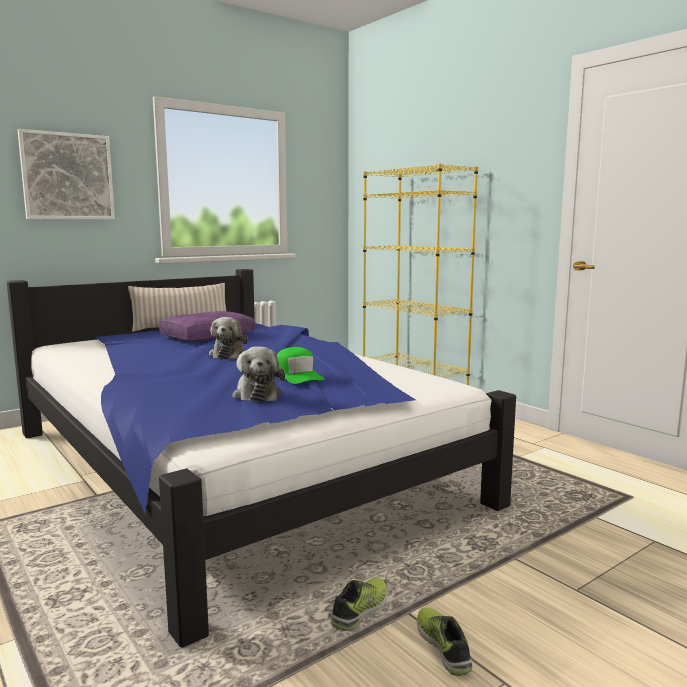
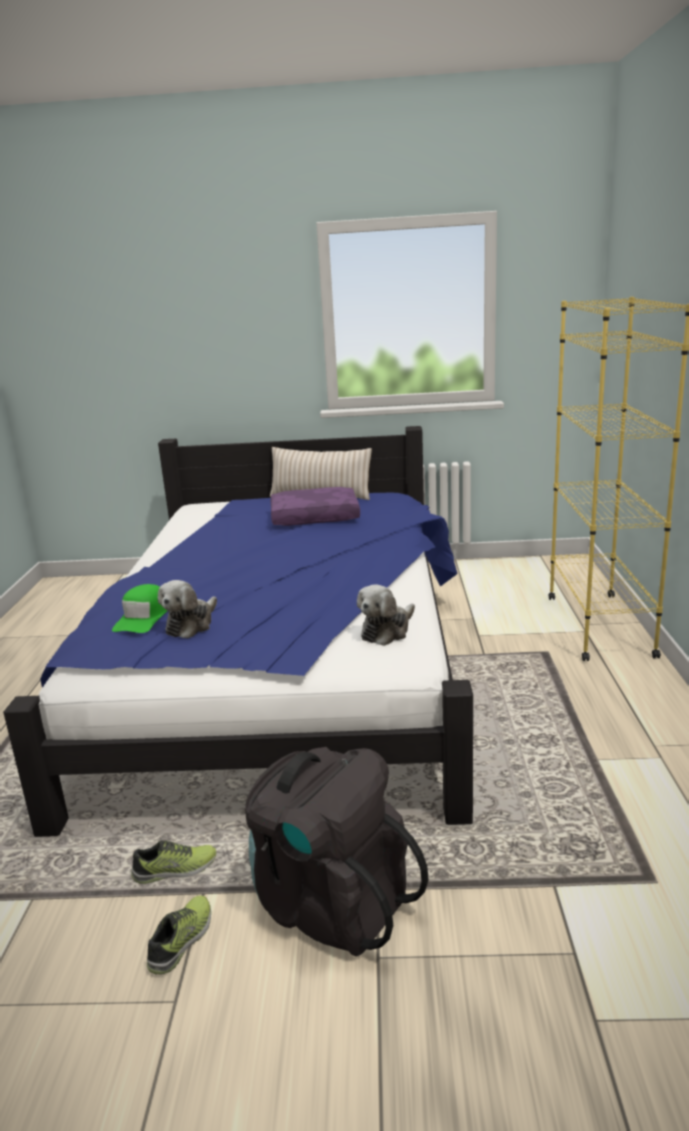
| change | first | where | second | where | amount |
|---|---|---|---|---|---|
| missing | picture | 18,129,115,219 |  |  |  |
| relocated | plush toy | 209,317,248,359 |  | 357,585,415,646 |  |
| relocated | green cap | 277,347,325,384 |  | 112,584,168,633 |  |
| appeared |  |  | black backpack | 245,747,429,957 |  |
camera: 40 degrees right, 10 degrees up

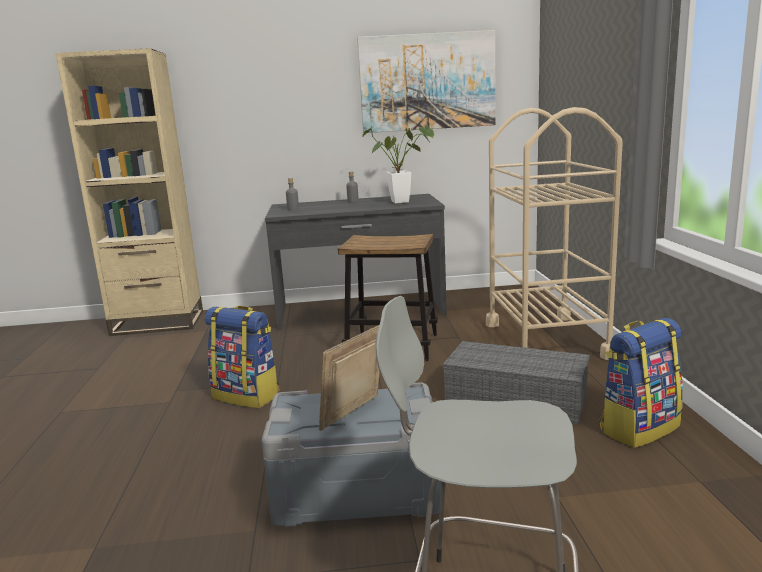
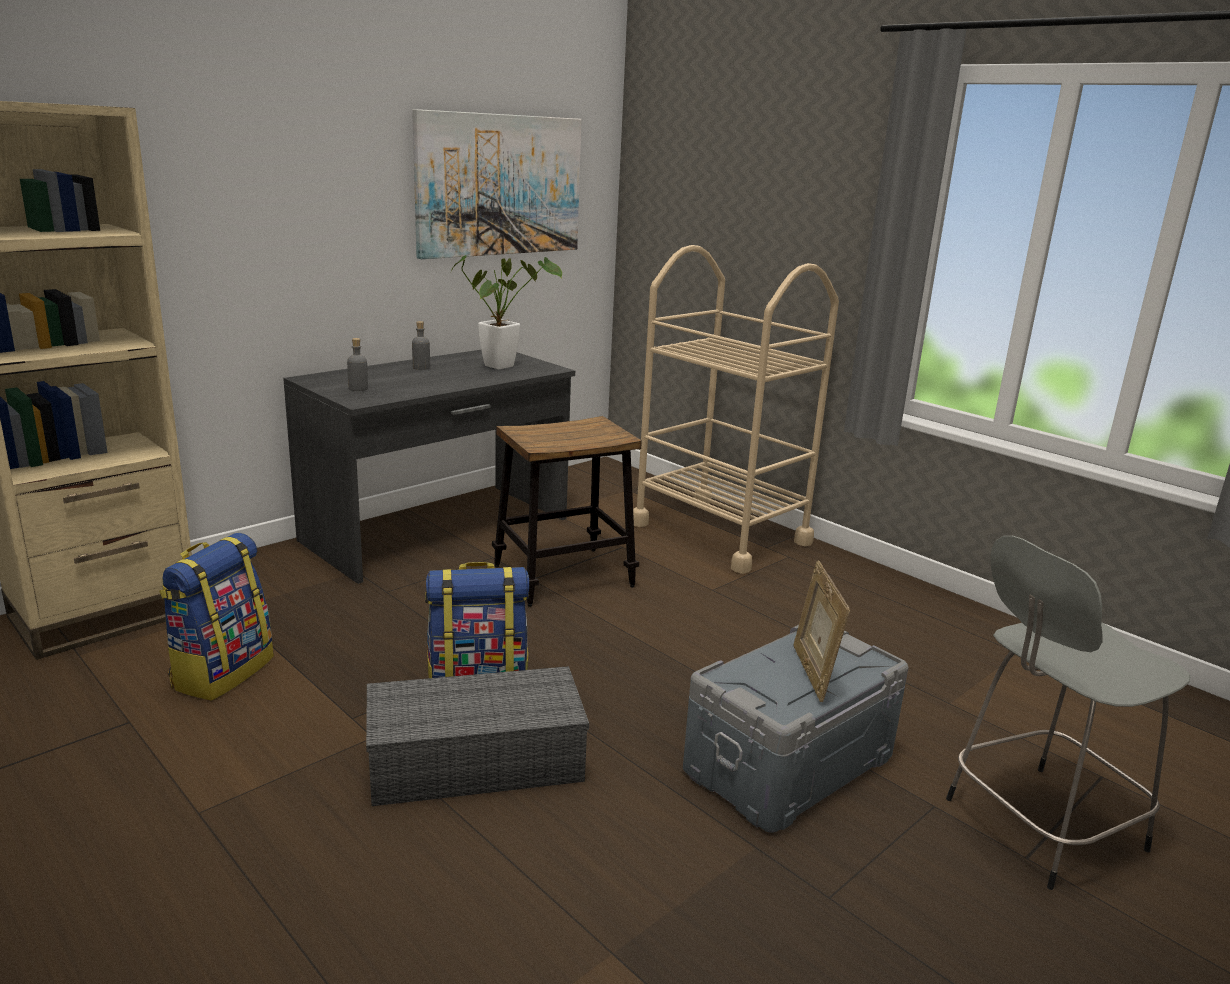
| change | first | where | second | where | amount |
|---|---|---|---|---|---|
| relocated | backpack | 600,318,683,448 |  | 159,533,274,701 |  |
| relocated | grey storage box | 443,341,590,424 |  | 366,666,589,806 |  |
camera: 40 degrees left, 5 degrees up

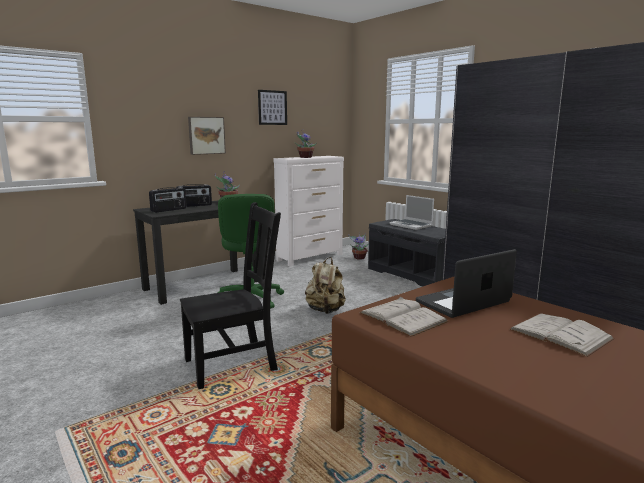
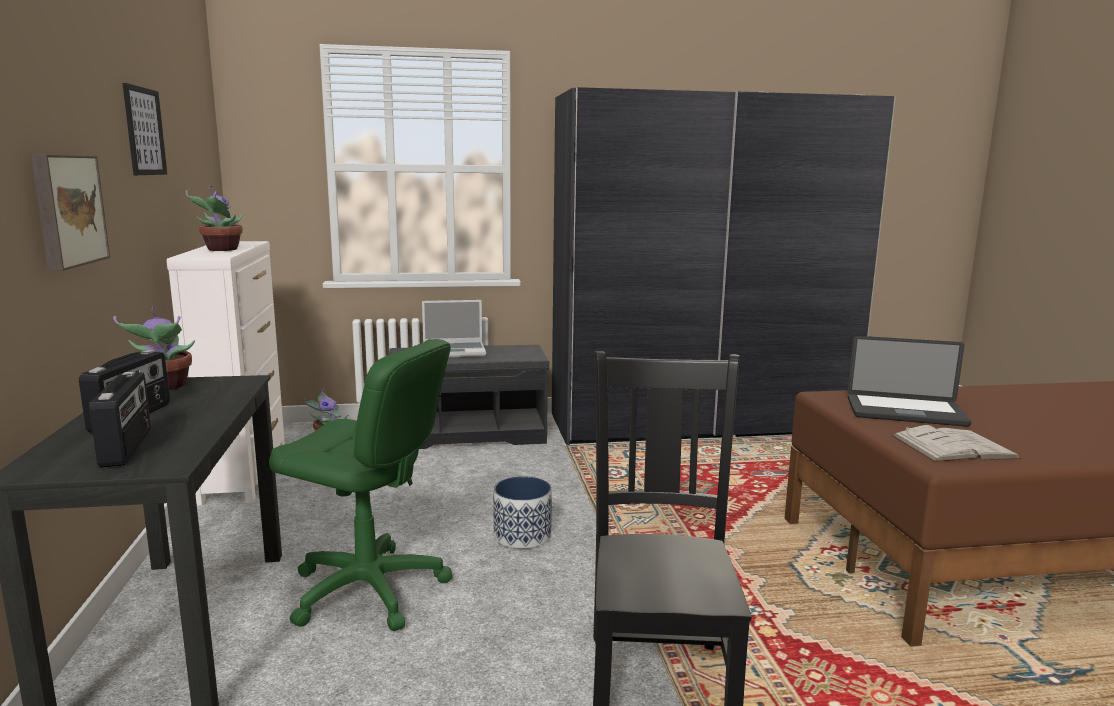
| change | first | where | second | where | amount |
|---|---|---|---|---|---|
| spun | laptop | 416,249,517,318 |  | 848,336,972,427 | 75 degrees counterclockwise |
| exchanged | beige backpack | 305,257,346,314 | planter | 493,476,552,549 |  |
| missing | white book | 510,313,615,357 |  |  |  |
camera: 60 degrees left, 0 degrees up

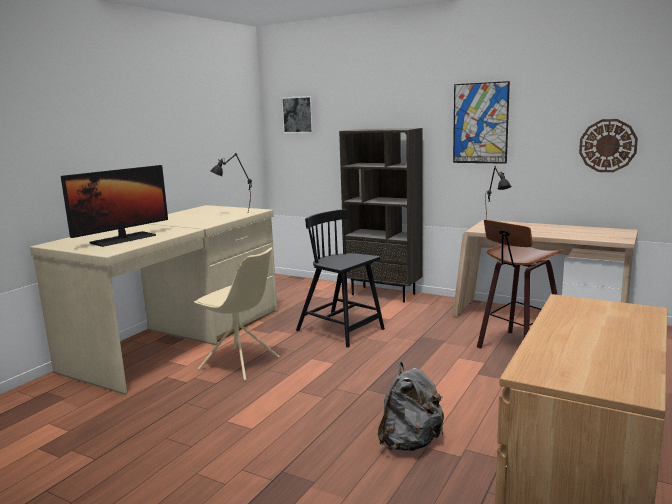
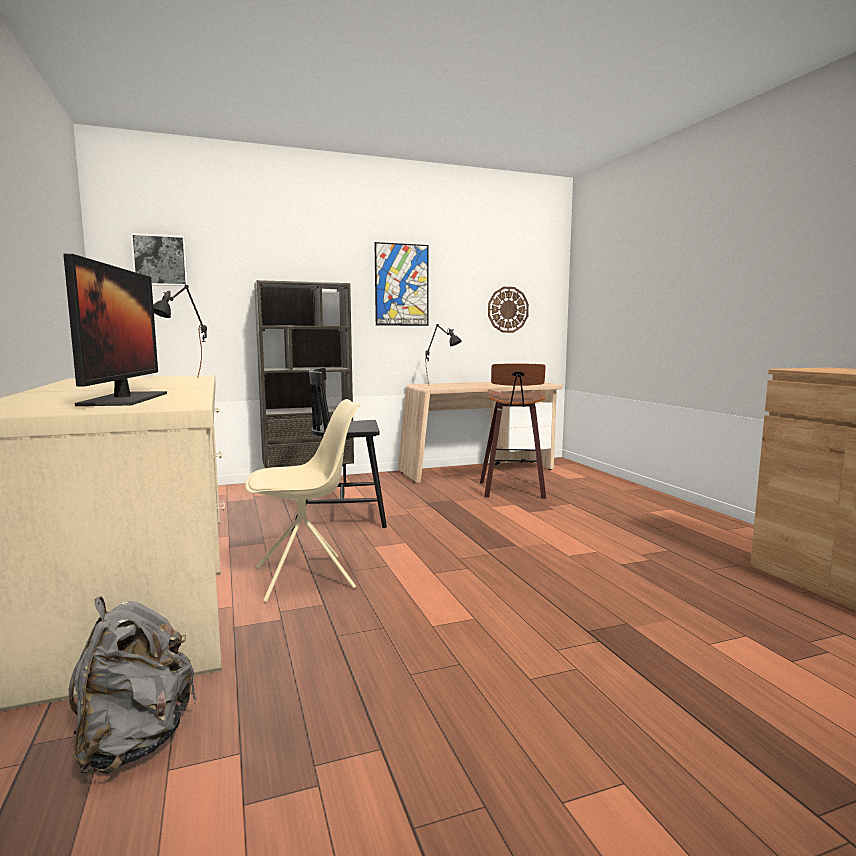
| change | first | where | second | where | amount |
|---|---|---|---|---|---|
| relocated | grey backpack | 378,362,444,451 |  | 69,596,197,774 |  |
camera: 50 degrees left, 5 degrees down

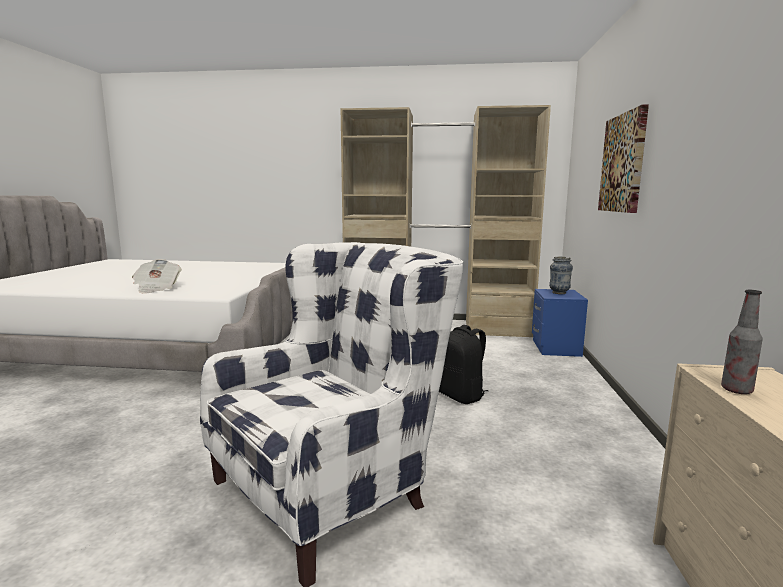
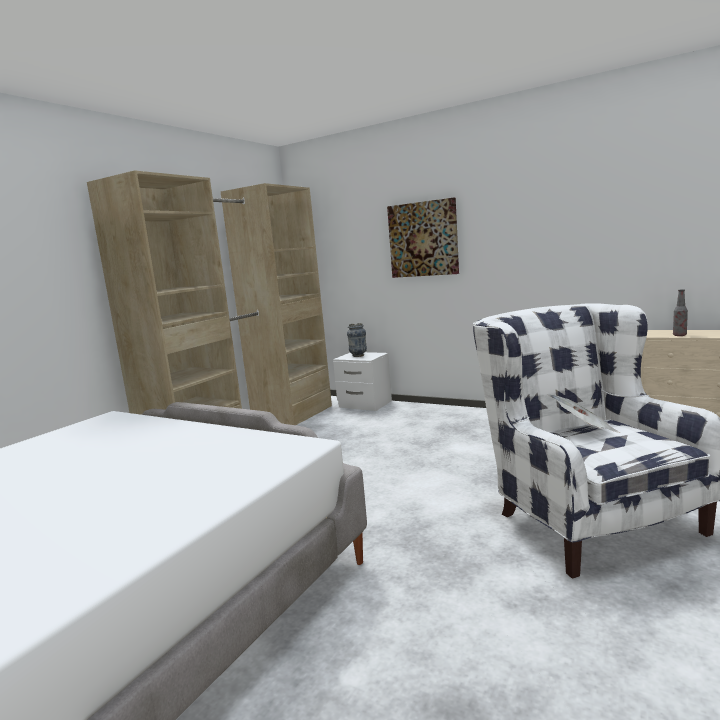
| change | first | where | second | where | amount |
|---|---|---|---|---|---|
| relocated | newspaper | 132,259,182,294 |  | 547,394,621,433 |  |
| colour | blue nightstand | 532,289,588,357 | white nightstand | 333,352,392,411 |  |
| missing | black backpack | 439,325,488,404 |  |  |  |
camera: 65 degrees left, 0 degrees up

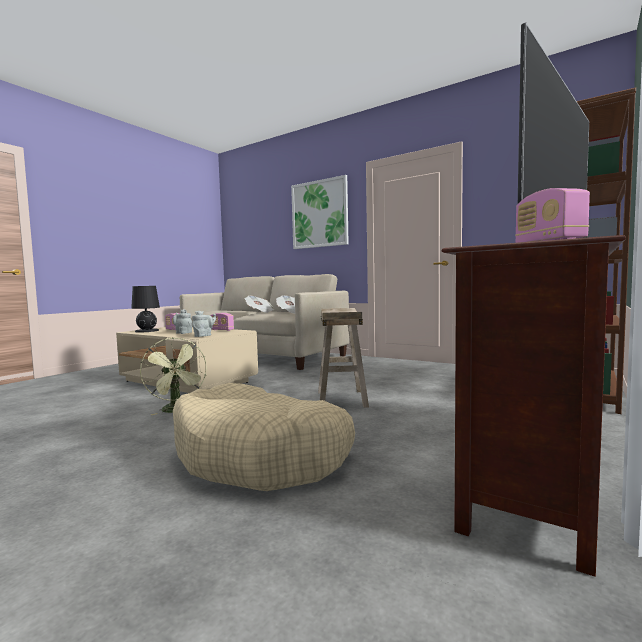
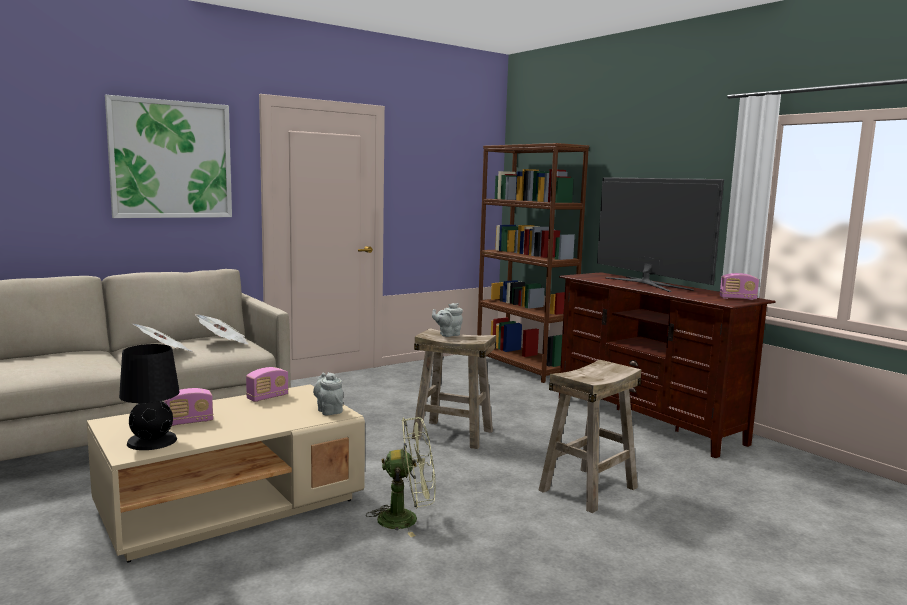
| change | first | where | second | where | amount |
|---|---|---|---|---|---|
| relocated | grey teapot | 173,309,192,334 |  | 432,303,463,337 |  |
| exchanged | beige dog bed | 173,383,355,491 | beige stool | 538,360,641,513 |  |
camera: 70 degrees left, 5 degrees up

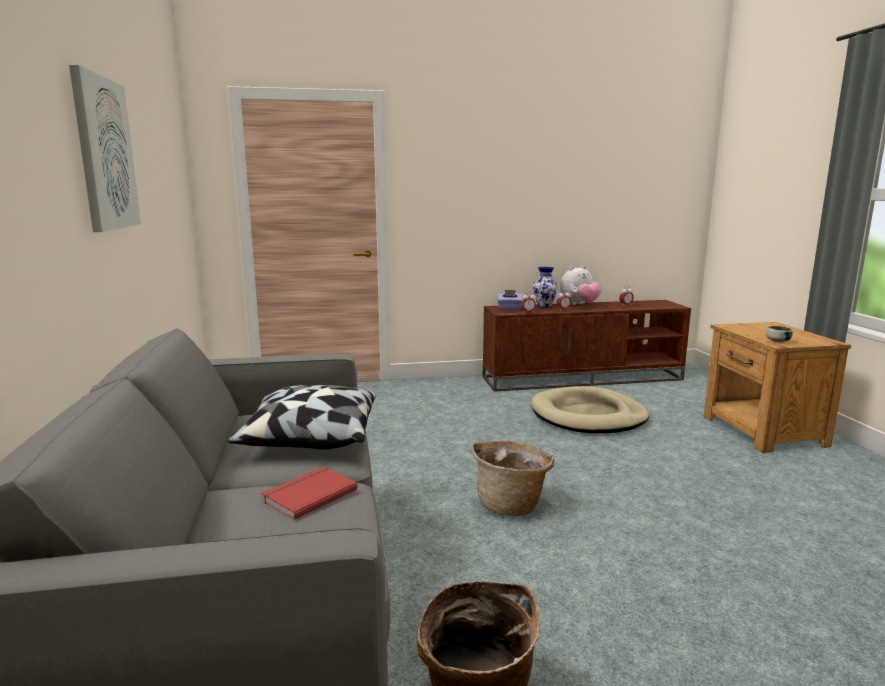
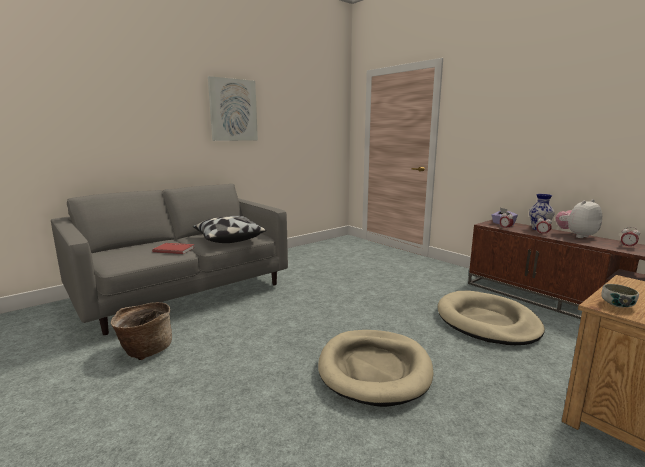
| change | first | where | second | where | amount |
|---|---|---|---|---|---|
| spun | plush toy | 560,266,601,305 |  | 556,199,602,238 | 120 degrees clockwise |
| missing | basket | 471,440,554,516 |  |  |  |
| appeared |  |  | beige dog bed | 318,330,433,407 |  |
camera: 60 degrees right, 0 degrees up

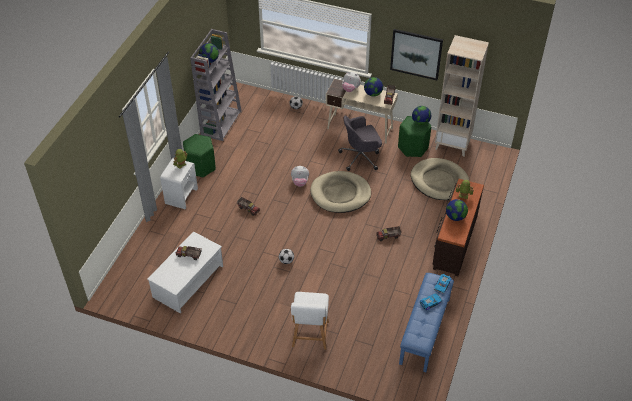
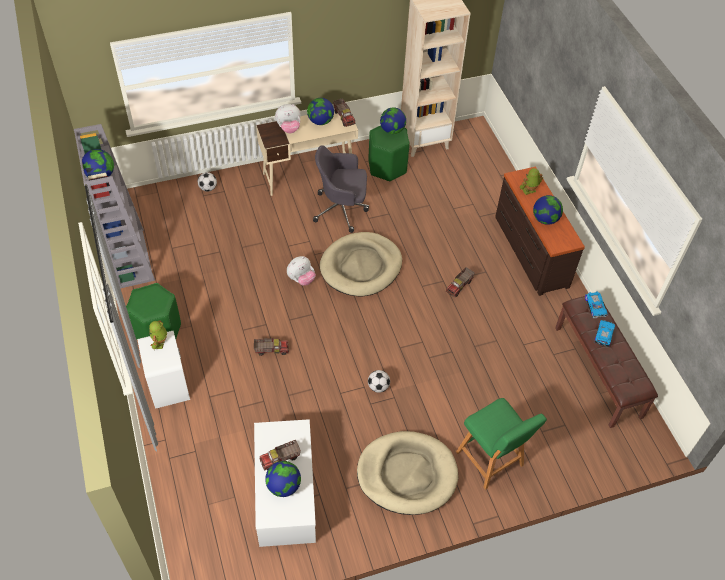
| change | first | where | second | where | amount |
|---|---|---|---|---|---|
| missing | picture | 390,29,443,80 |  |  |  |
| spun | grey office chair | 338,115,382,171 |  | 313,145,369,233 | 60 degrees clockwise |
| relocated | beige dog bed | 411,158,469,200 |  | 357,431,458,515 |  |
| colour | blue bench | 399,273,454,372 | brown bench | 555,296,658,428 |  |
| colour | white stool | 291,292,329,350 | green stool | 456,398,547,490 |  |
| appeared |  |  | globe | 265,461,301,497 |  |
camera: 40 degrees left, 5 degrees up

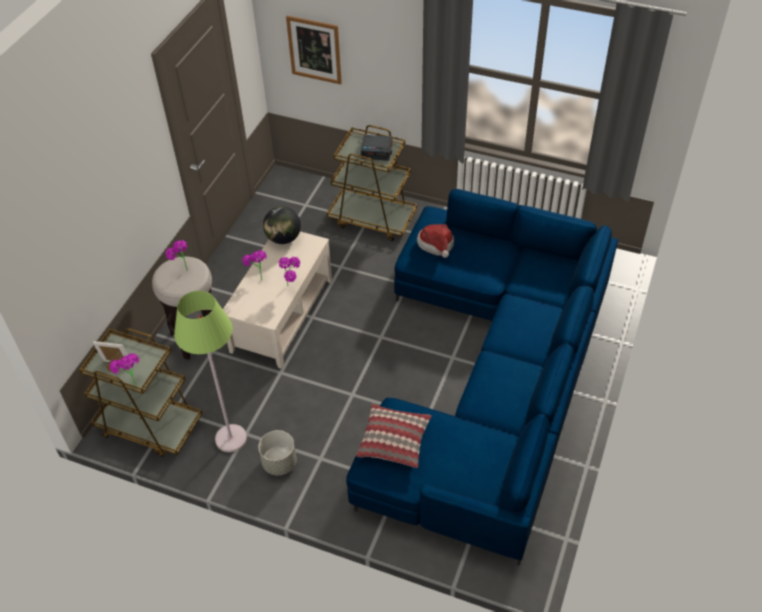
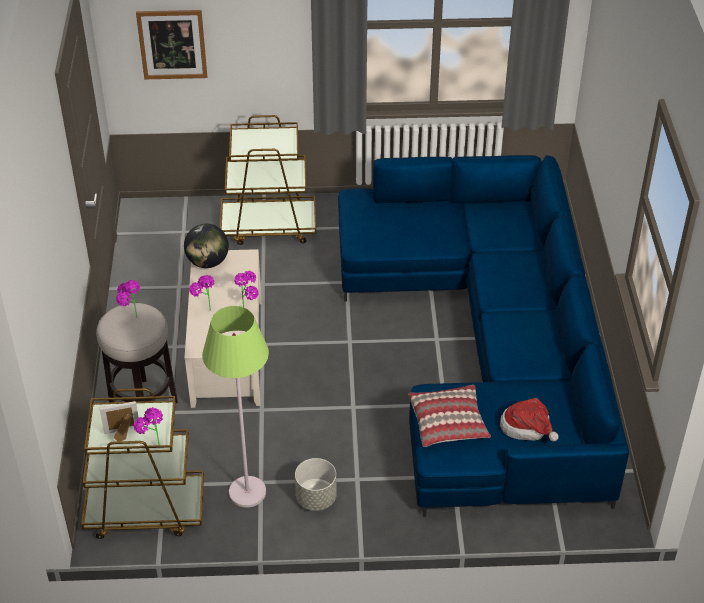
| change | first | where | second | where | amount |
|---|---|---|---|---|---|
| missing | alarm clock | 361,135,393,161 |  |  |  |
| relocated | hat | 417,224,454,258 |  | 500,398,559,441 |  |
camera: 25 degrees left, 5 degrees down

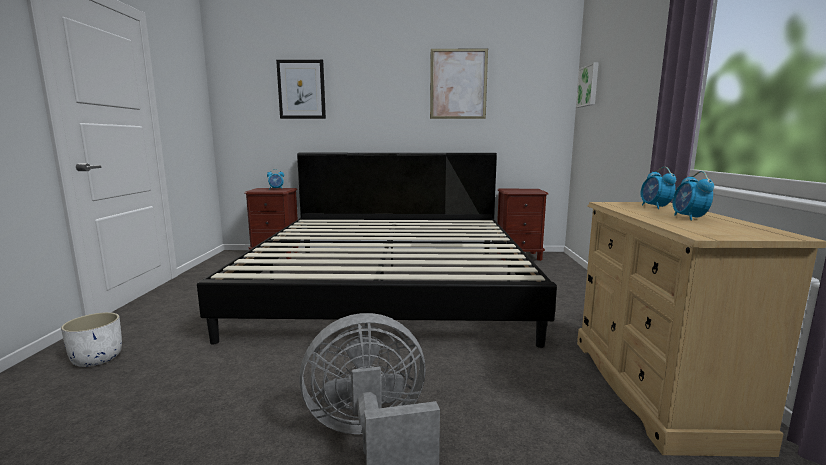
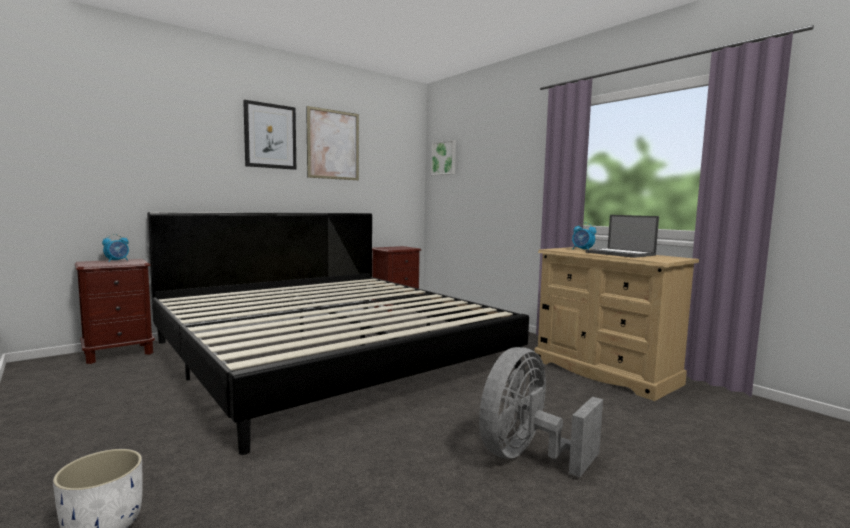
| change | first | where | second | where | amount |
|---|---|---|---|---|---|
| relocated | picture | 276,60,326,119 |  | 243,100,296,170 |  |
| exchanged | alarm clock | 672,171,714,221 | laptop | 585,215,659,258 |  |
camera: 40 degrees left, 5 degrees down

